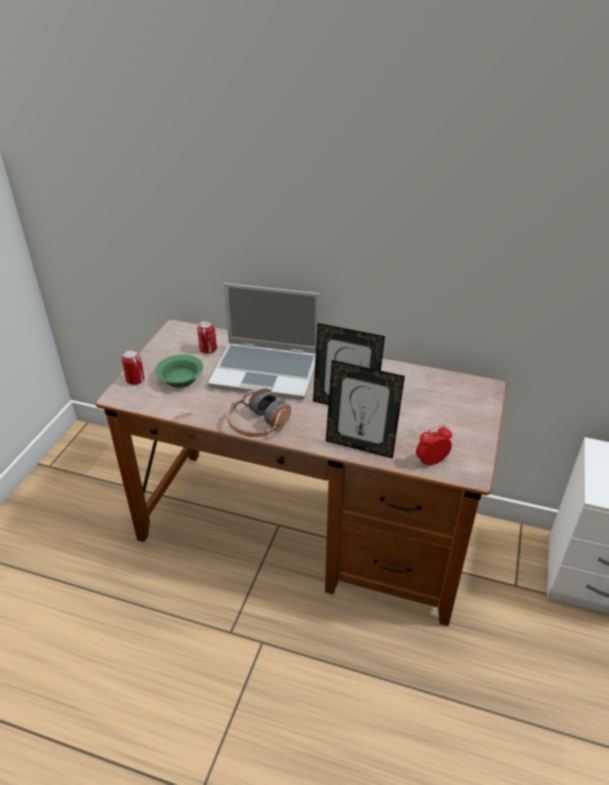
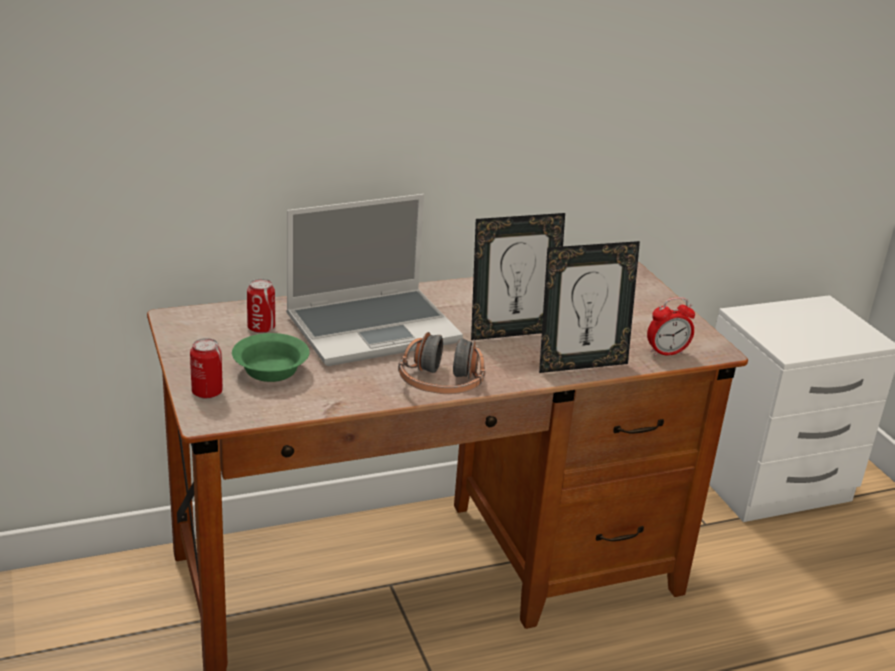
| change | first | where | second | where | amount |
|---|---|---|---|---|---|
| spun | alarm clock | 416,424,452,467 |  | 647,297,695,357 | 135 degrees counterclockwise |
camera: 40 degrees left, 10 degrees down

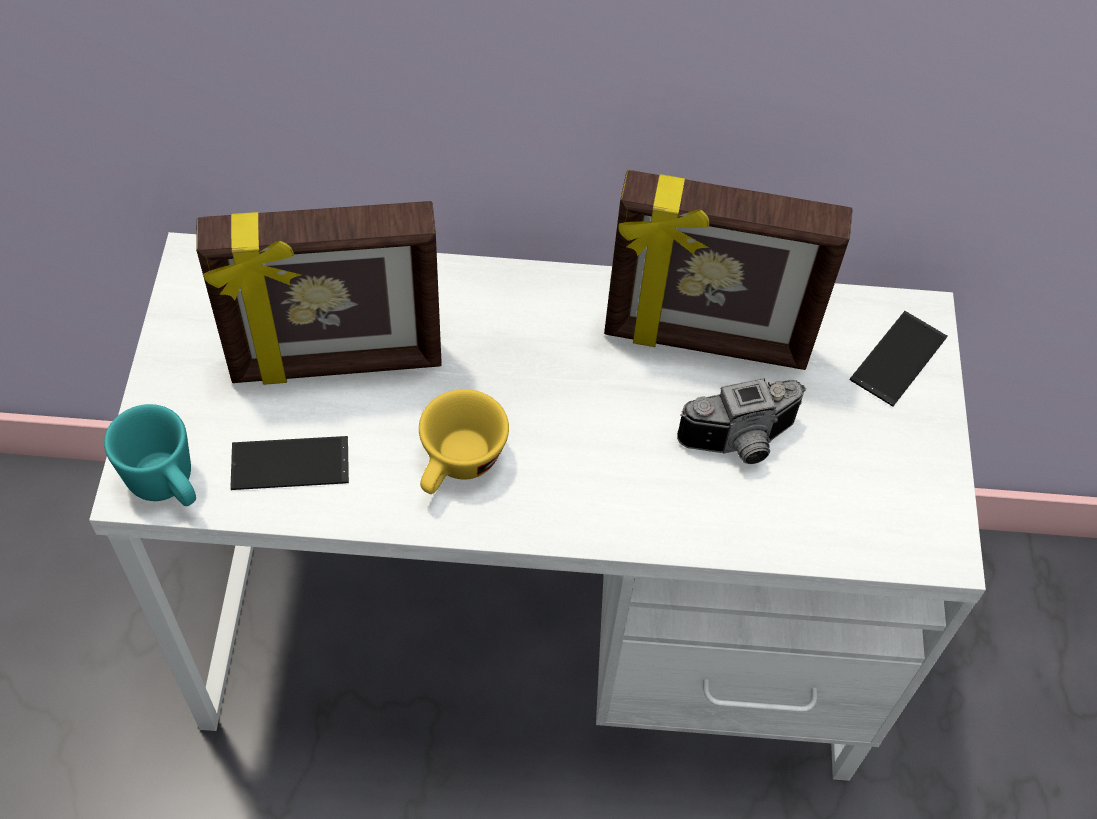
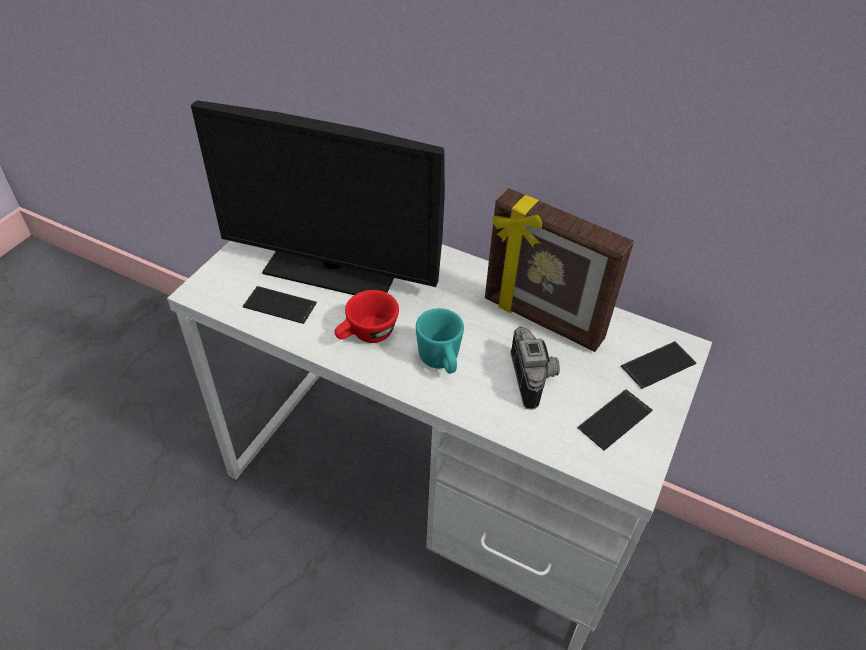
| change | first | where | second | where | amount |
|---|---|---|---|---|---|
| exchanged | picture frame | 196,201,442,385 | monitor | 191,100,445,295 |  |
| spun | photo camera | 677,378,806,464 |  | 510,327,560,410 | 105 degrees counterclockwise |
| colour | yellow cup | 419,389,509,494 | red cup | 334,290,399,343 |  |
| relocated | turquoise mug | 104,404,196,506 |  | 416,308,464,374 |  |
| appeared |  |  | phone | 577,389,653,451 |  |
camera: 25 degrees right, 10 degrees down

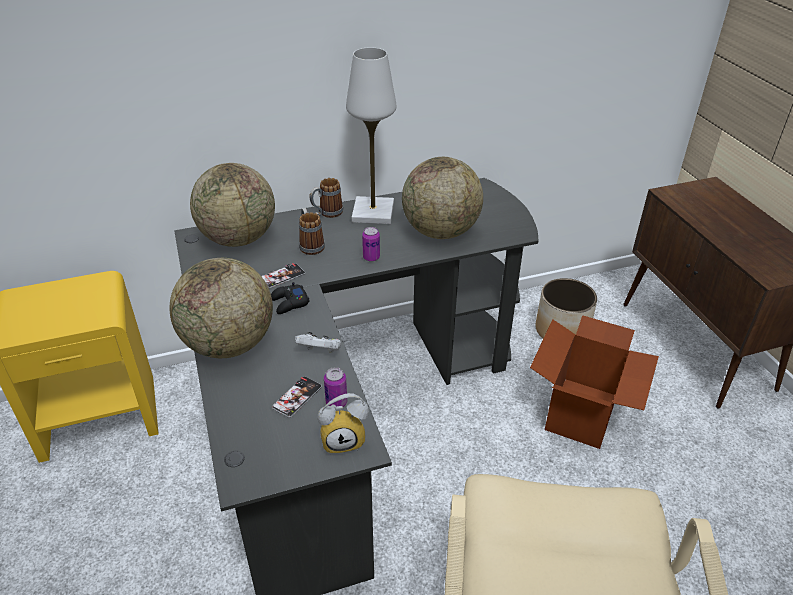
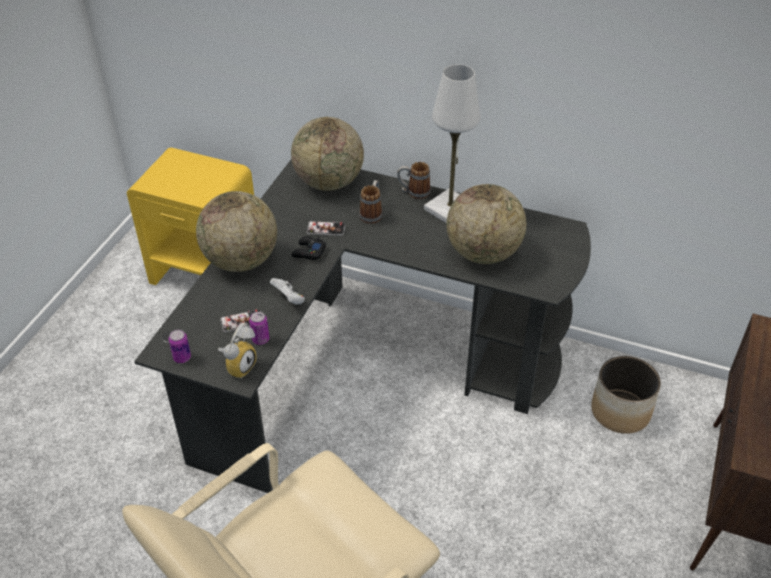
| change | first | where | second | where | amount |
|---|---|---|---|---|---|
| relocated | can | 362,227,380,262 |  | 169,329,191,363 |  |
| missing | cardboard box | 530,315,659,449 |  |  |  |
| spun | alarm clock | 318,393,369,454 |  | 218,323,256,379 | 90 degrees counterclockwise |
camera: 40 degrees right, 5 degrees up

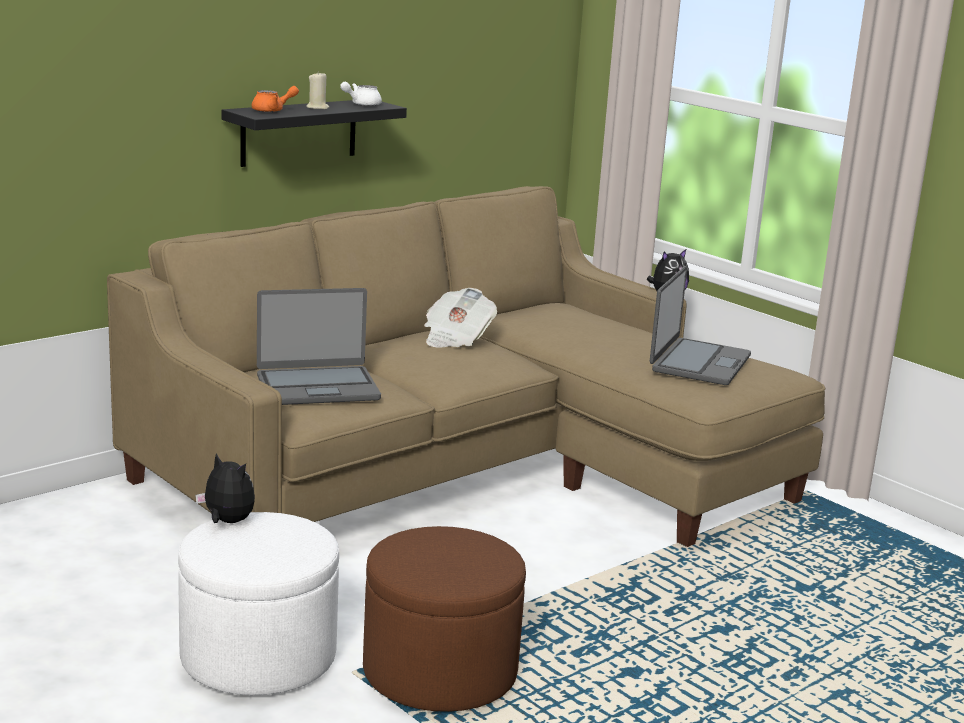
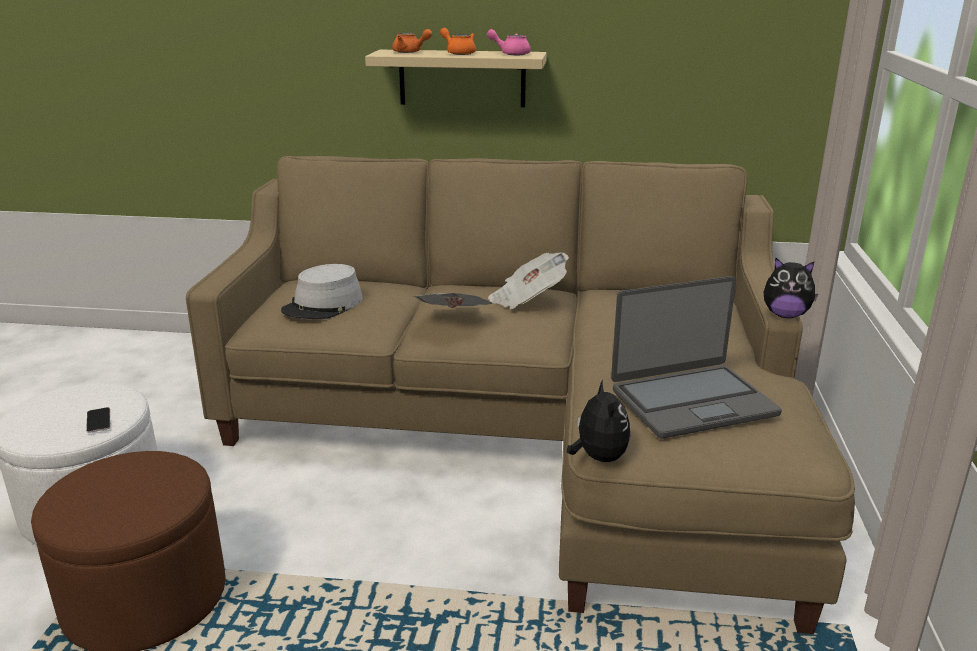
| change | first | where | second | where | amount |
|---|---|---|---|---|---|
| exchanged | beige candle | 306,71,329,109 | orange teapot | 440,28,476,55 |  |
| colour | white teapot | 340,82,382,106 | pink teapot | 487,29,531,55 |  |
| colour | black shelf | 222,100,407,167 | beige shelf | 365,50,547,107 |  |
| exchanged | laptop | 257,288,381,405 | grey hat | 281,264,363,319 |  |
| relocated | plush toy | 195,453,255,523 |  | 567,380,630,462 |  |
| appeared |  |  | newspaper | 413,293,492,308 |  |
| appeared |  |  | phone | 86,407,110,433 |  |
camera: 50 degrees right, 5 degrees up

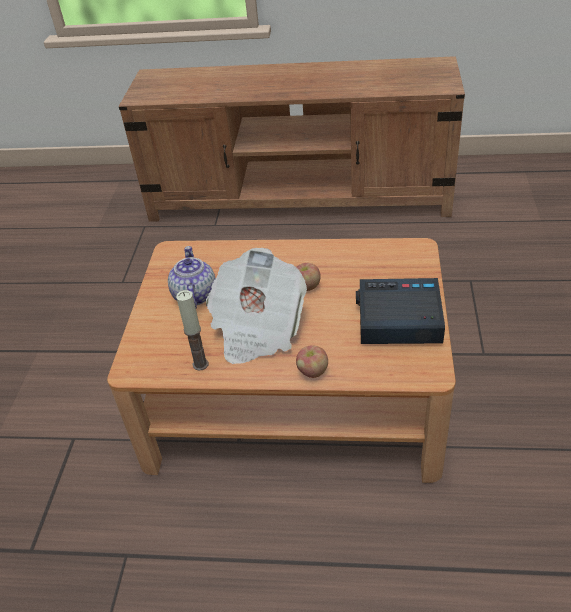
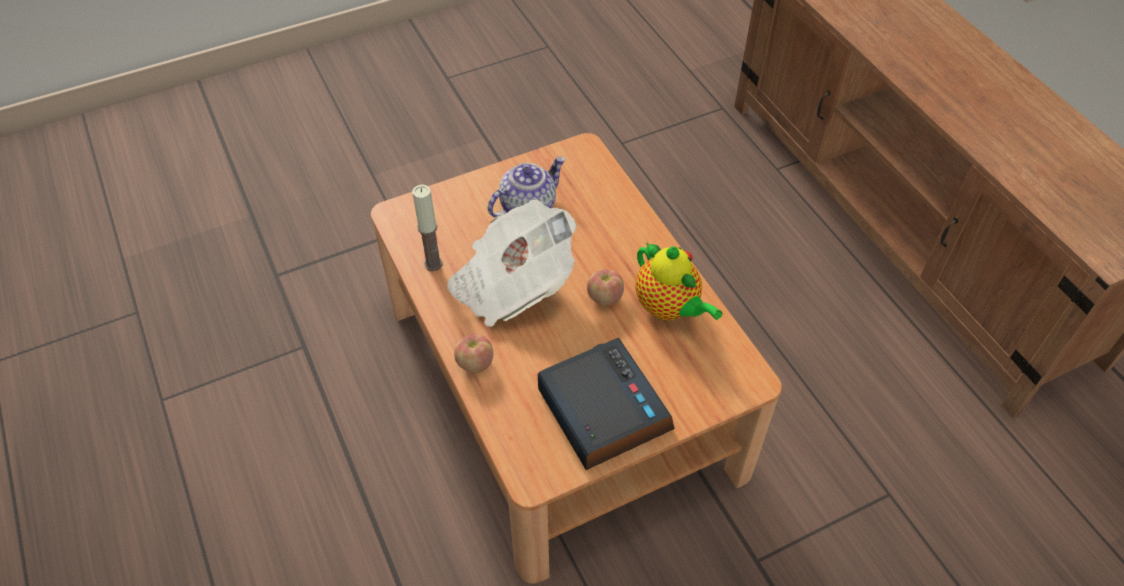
| change | first | where | second | where | amount |
|---|---|---|---|---|---|
| appeared |  |  | teapot | 635,242,722,321 |  |
camera: 55 degrees right, 10 degrees up

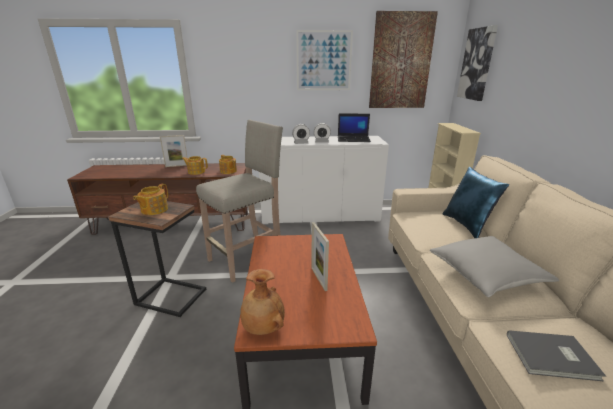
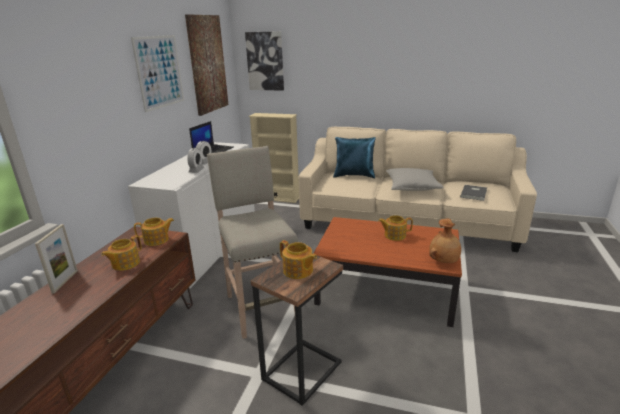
| change | first | where | second | where | amount |
|---|---|---|---|---|---|
| exchanged | picture frame | 311,222,329,291 | teapot | 378,215,413,241 |  |
camera: 70 degrees left, 0 degrees up

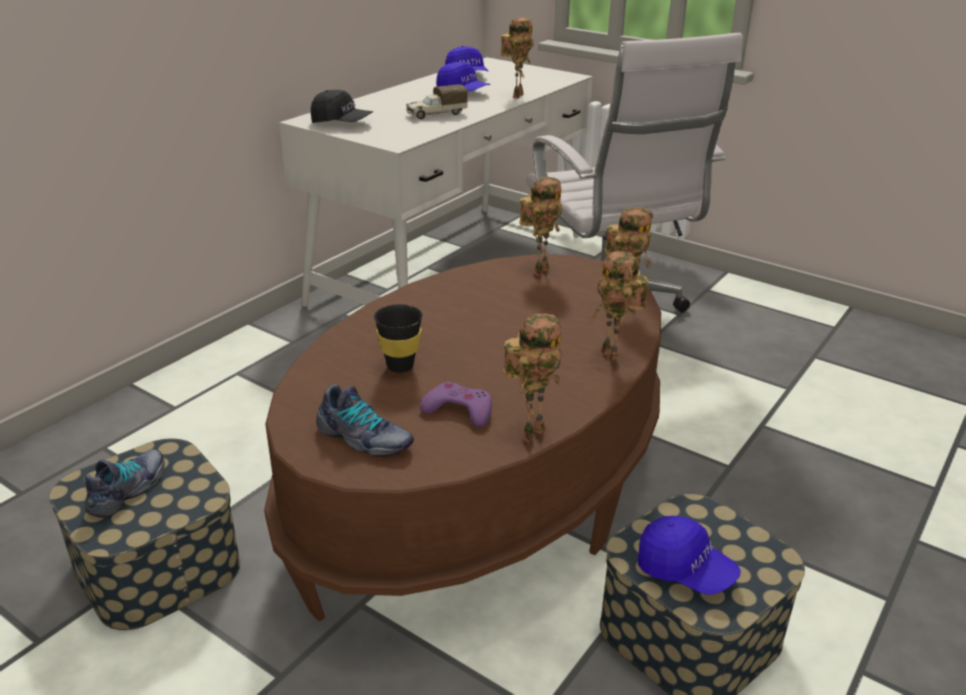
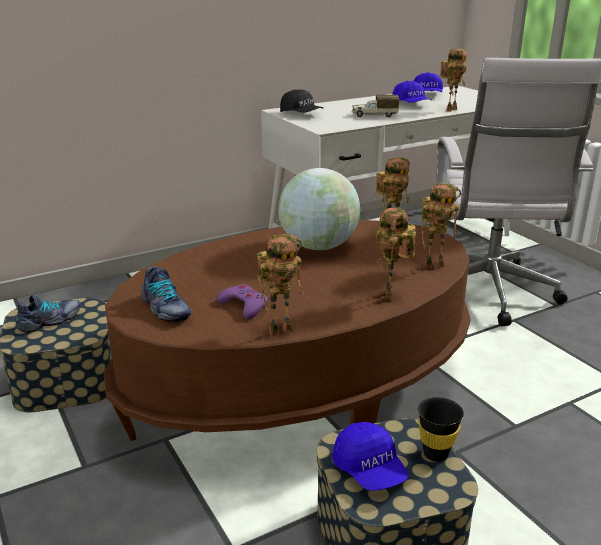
| change | first | where | second | where | amount |
|---|---|---|---|---|---|
| relocated | black cup | 374,304,423,373 |  | 418,397,464,462 |  |
| appeared |  |  | globe | 279,168,360,250 |  |
camera: 25 degrees right, 5 degrees down

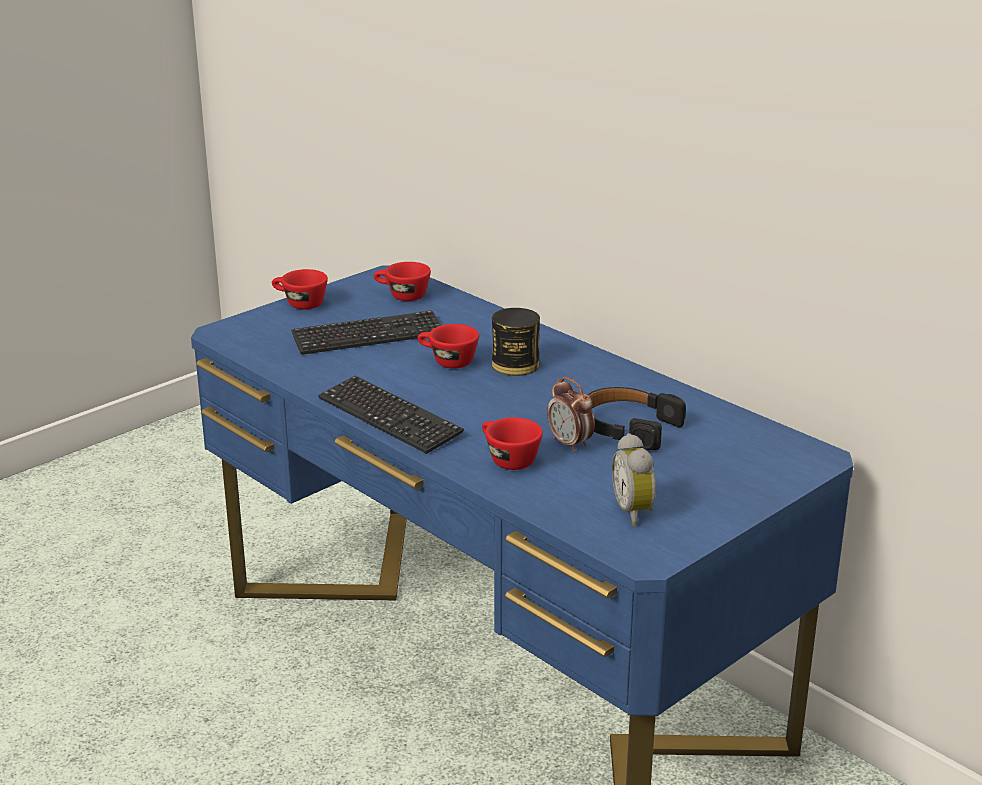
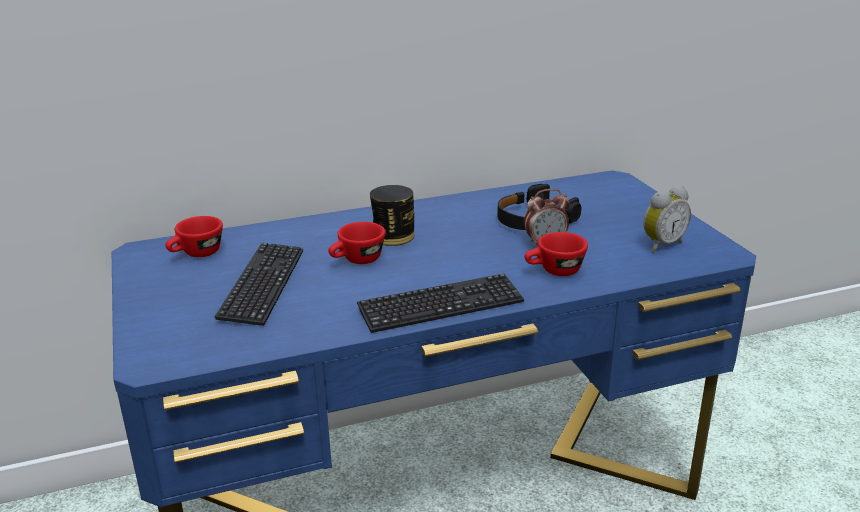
| change | first | where | second | where | amount |
|---|---|---|---|---|---|
| missing | red cup | 272,269,328,309 |  |  |  |
| spun | alarm clock | 612,433,656,526 |  | 643,186,691,252 | 45 degrees counterclockwise |
camera: 65 degrees left, 0 degrees up

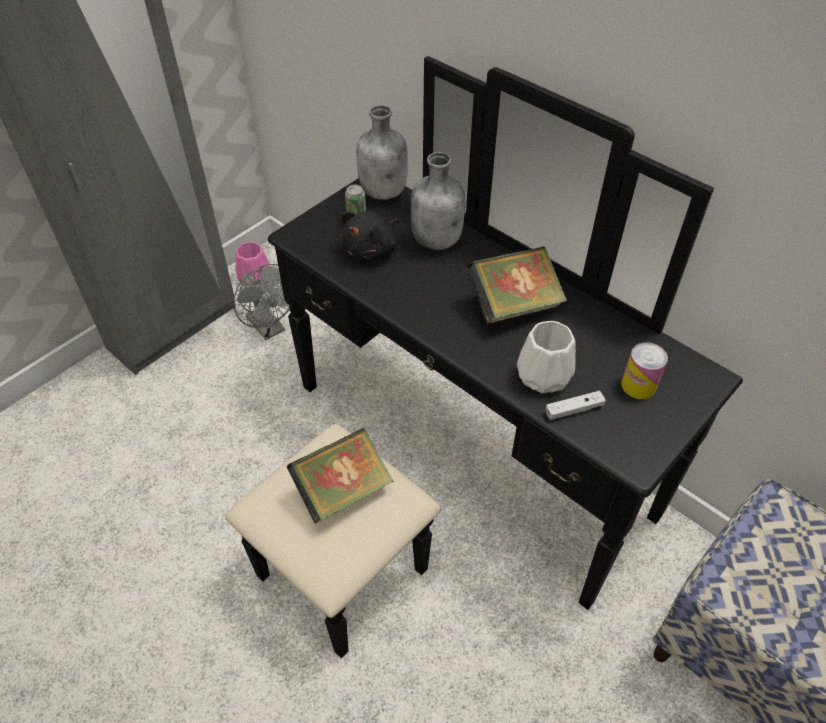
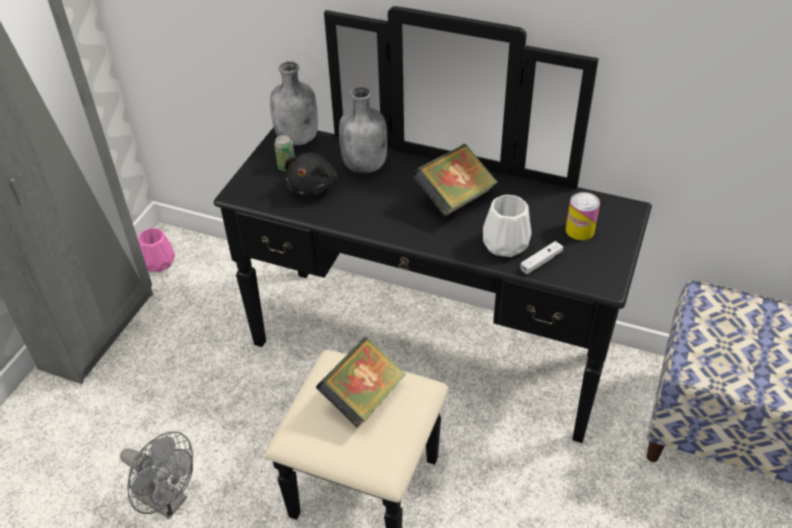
| change | first | where | second | where | amount |
|---|---|---|---|---|---|
| relocated | grey fan | 233,264,290,340 |  | 120,431,193,519 |  |
camera: 20 degrees left, 5 degrees down

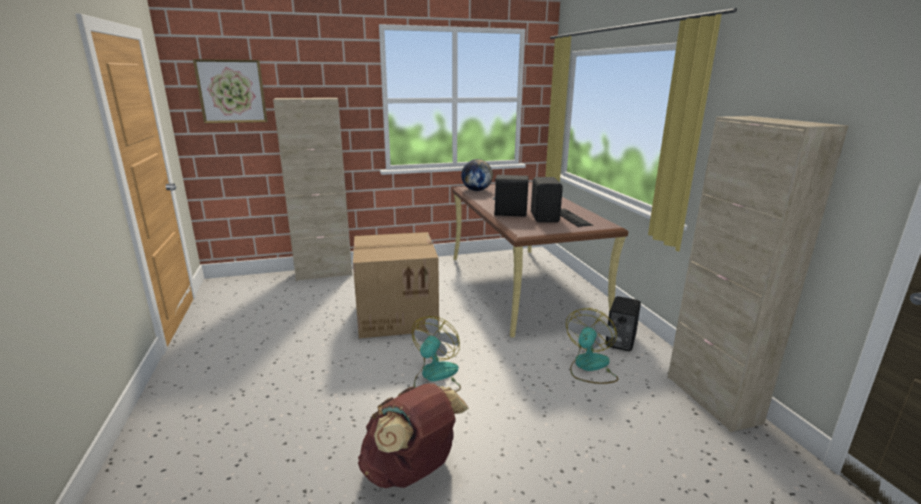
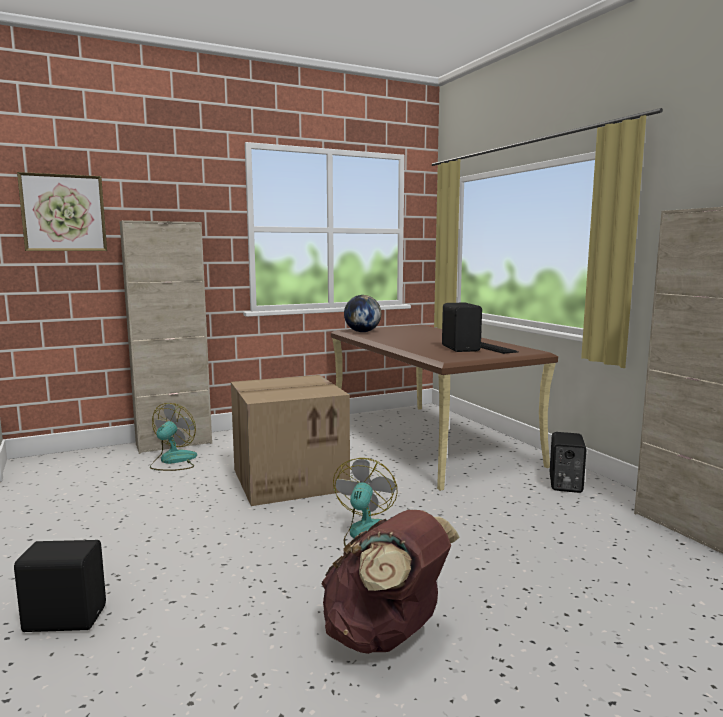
| change | first | where | second | where | amount |
|---|---|---|---|---|---|
| relocated | black speaker | 493,175,528,217 |  | 14,540,106,632 |  |
| relocated | fan | 566,308,618,384 |  | 150,403,197,471 |  |
camera: 10 degrees left, 10 degrees down

